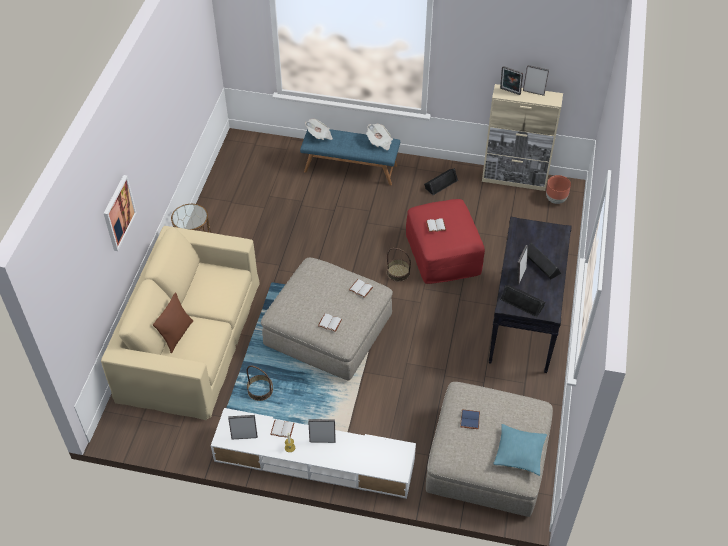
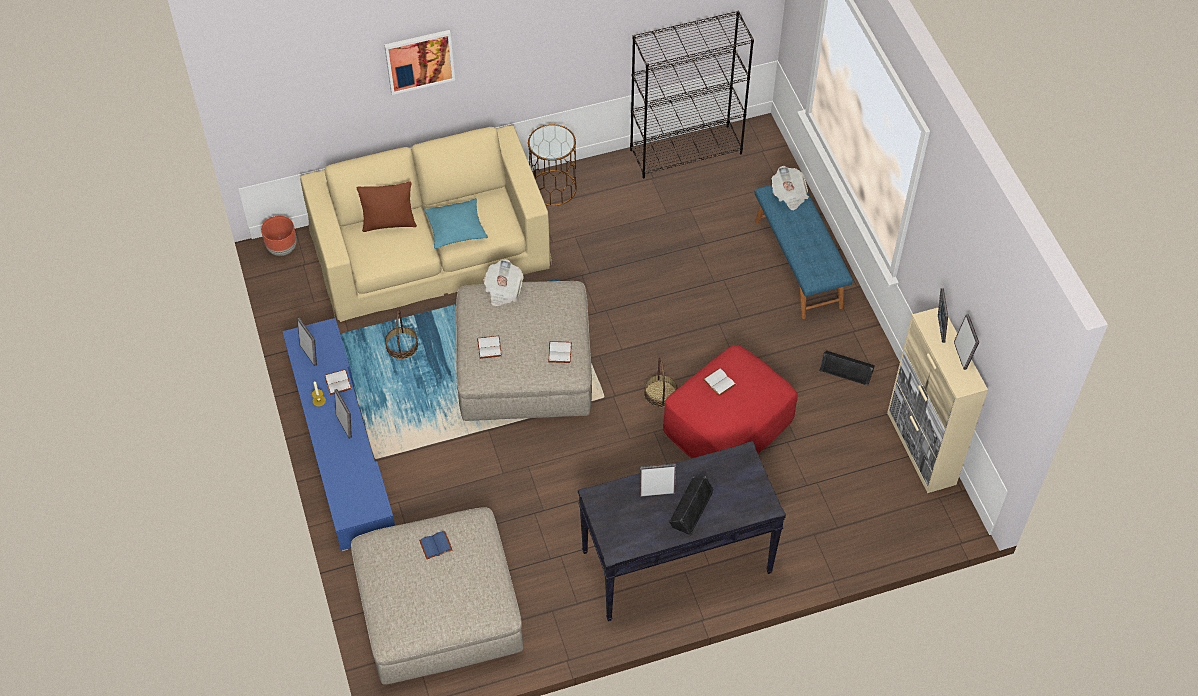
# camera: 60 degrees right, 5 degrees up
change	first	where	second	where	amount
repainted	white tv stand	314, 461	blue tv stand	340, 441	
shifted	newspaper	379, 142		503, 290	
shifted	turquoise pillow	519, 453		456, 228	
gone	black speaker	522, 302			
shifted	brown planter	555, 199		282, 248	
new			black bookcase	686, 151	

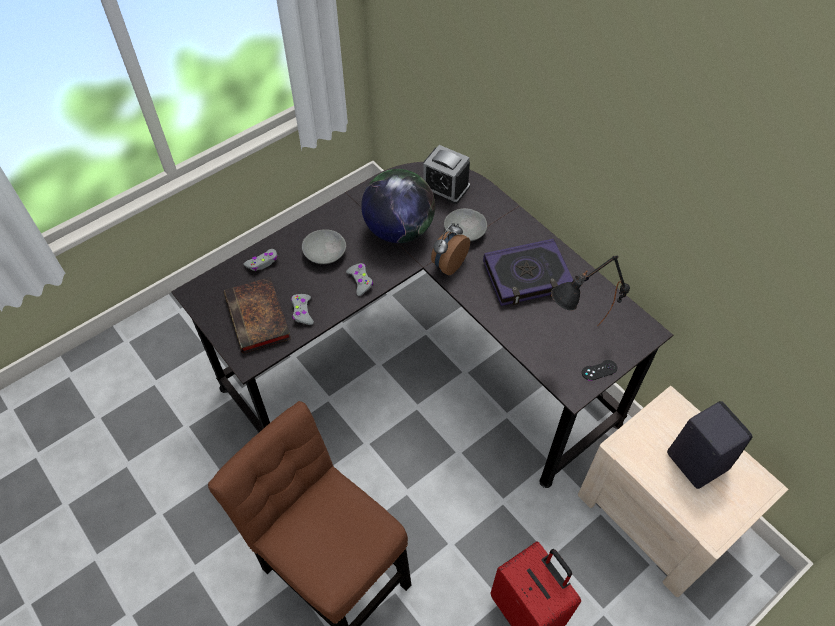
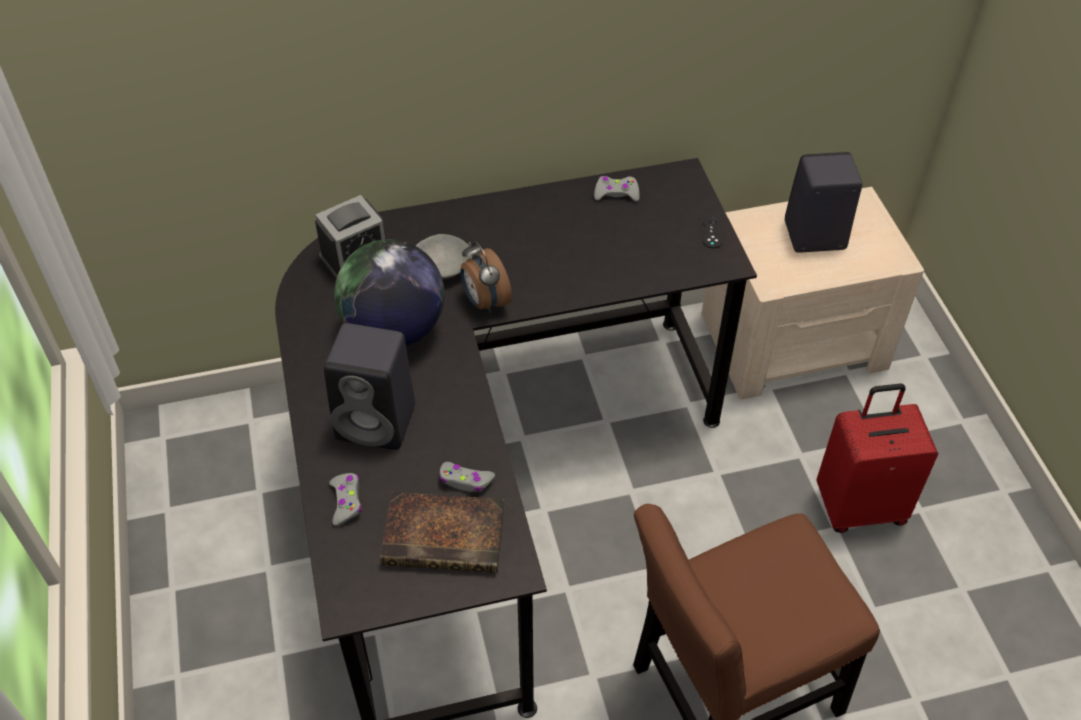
# camera: 65 degrees left, 5 degrees down
change	first	where	second	where	amount
swapped	grey bowl	325, 253	black speaker	379, 421	
shifted	grey game controller	360, 281		616, 193	
gone	book	527, 276			
gone	black table lamp	576, 342			

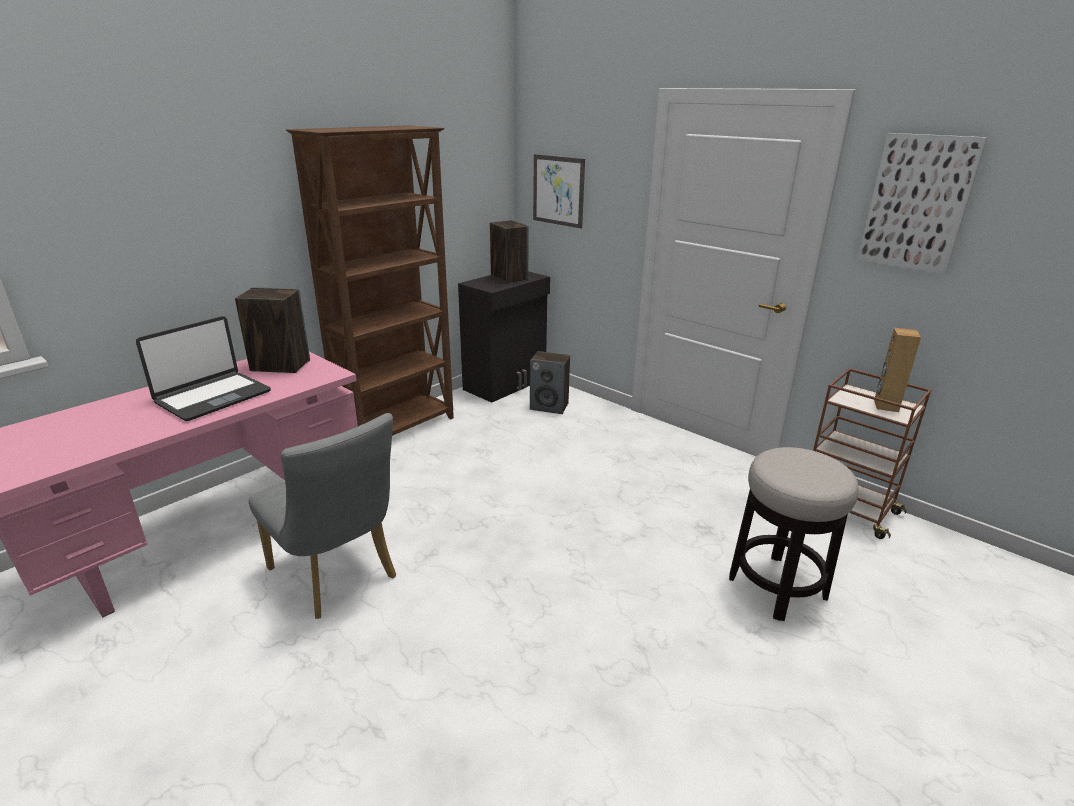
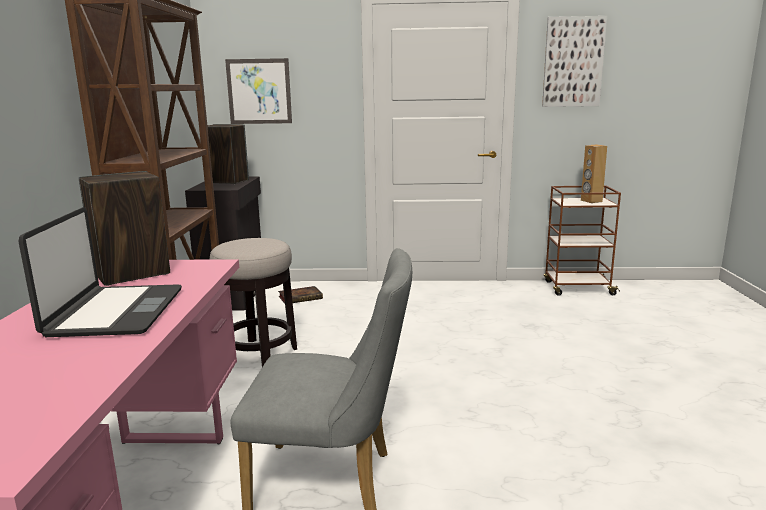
# camera: 40 degrees left, 10 degrees down
change	first	where	second	where	amount
swapped	speaker	549, 406	book	301, 297	
shifted	stool	777, 587		259, 355	

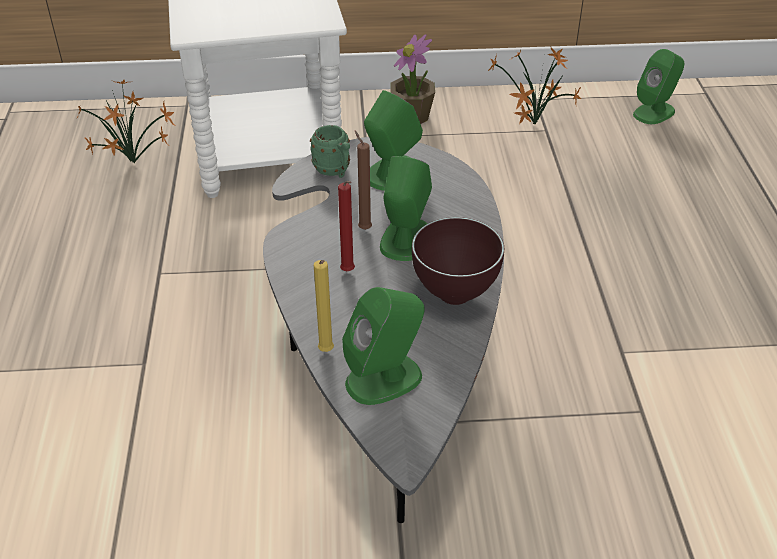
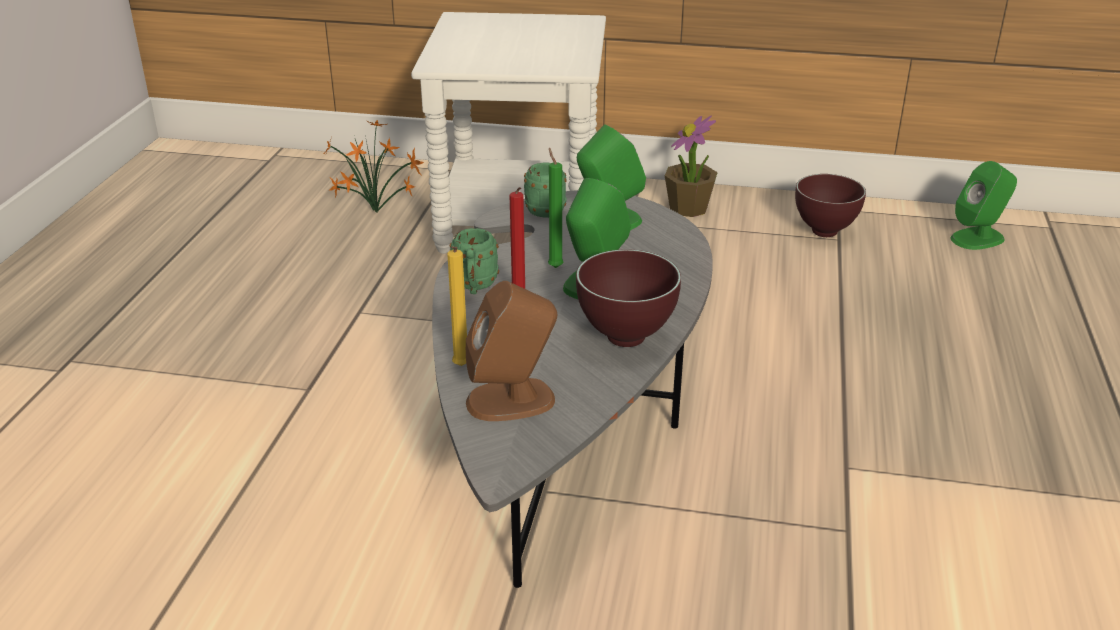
# camera: 15 degrees right, 10 degrees down
change	first	where	second	where	amount
repainted	green speaker	385, 379	brown speaker	512, 400	
repainted	brown candle	363, 228	green candle	554, 266	
swapped	potted plant	532, 125	brown bowl	824, 233	
new			green mug	474, 286	

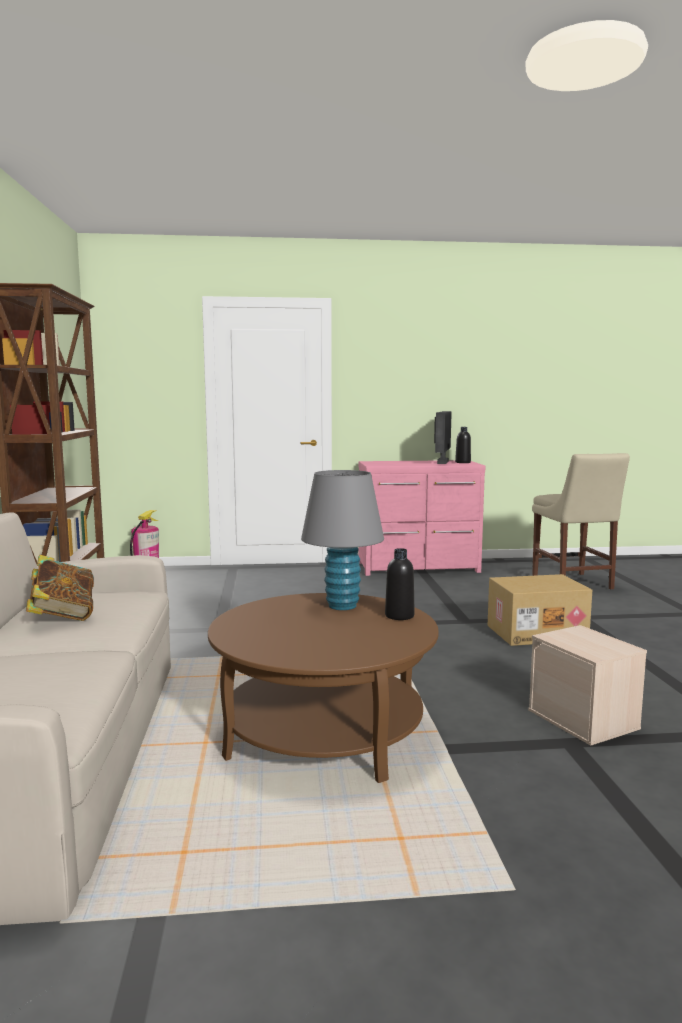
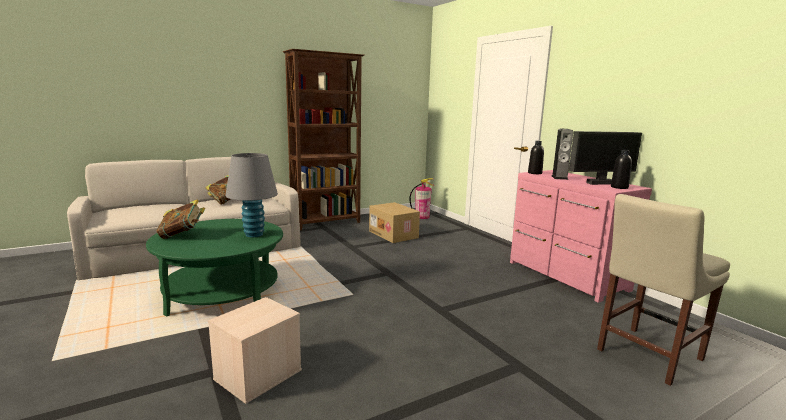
# camera: 65 degrees right, 5 degrees up
change	first	where	second	where	amount
repainted	brown coffee table	323, 731	green coffee table	222, 293	
shifted	black bottle	399, 616		534, 173	
shifted	cardboard box	536, 632		394, 234	
new			book	182, 235	
new			speaker	559, 177	

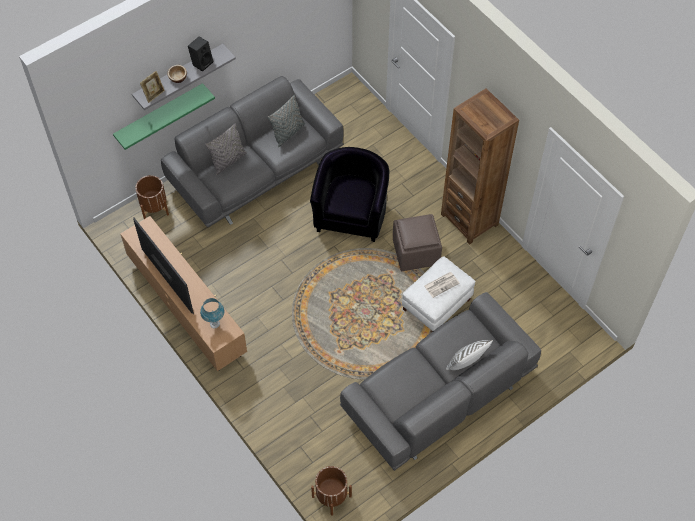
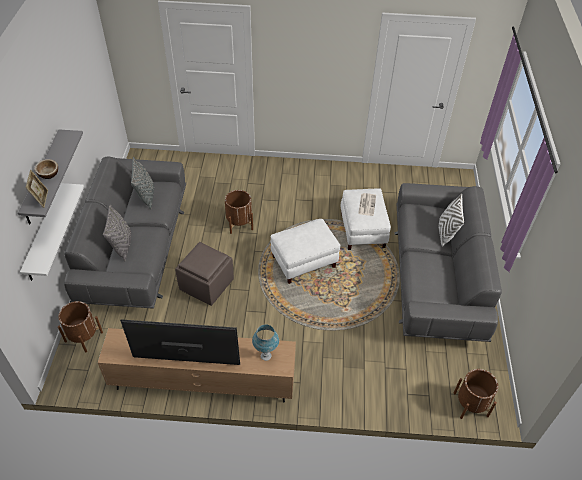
# camera: 50 degrees left, 10 degrees down
change	first	where	second	where	amount
repainted	green shelf	159, 115	white shelf	44, 233	
gone	black speaker	202, 62			
swapped	black armchair	351, 213	brown planter	239, 223	
shifted	brown ottoman	416, 252		206, 284	
gone	brown bookcase	469, 219			
new			white ottoman	303, 262	

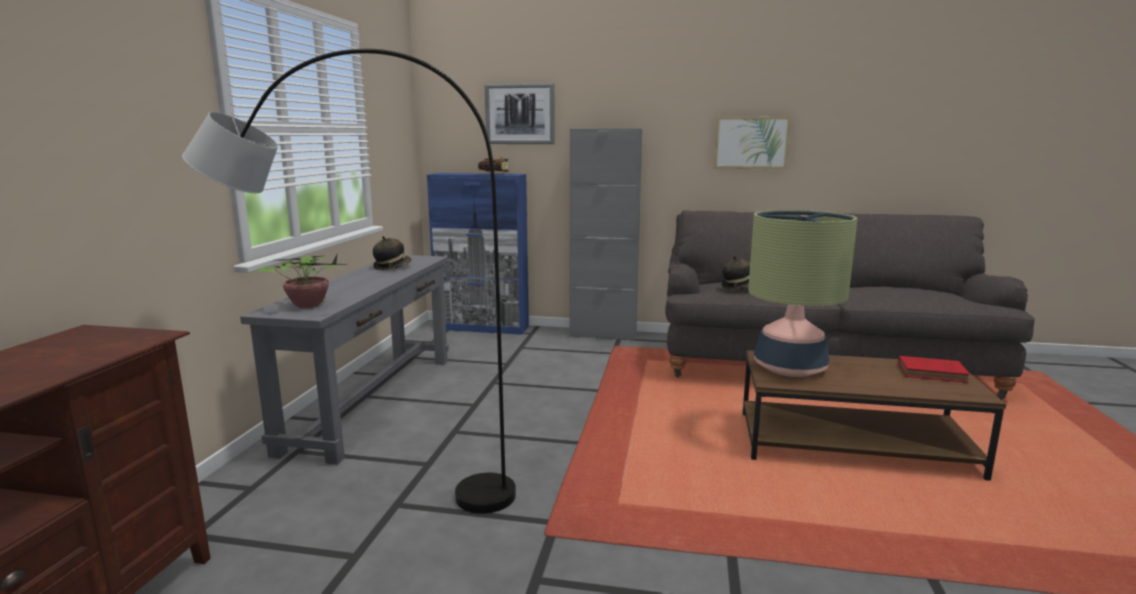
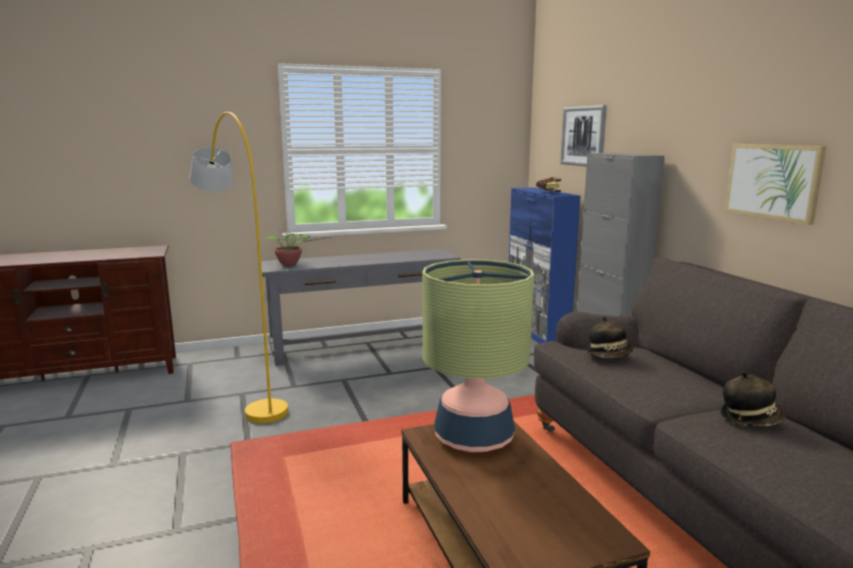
# camera: 60 degrees right, 0 degrees up
change	first	where	second	where	amount
repainted	grey floor lamp	371, 499	yellow floor lamp	244, 385	
shifted	hat	392, 267		750, 418	
gone	red book	933, 373			

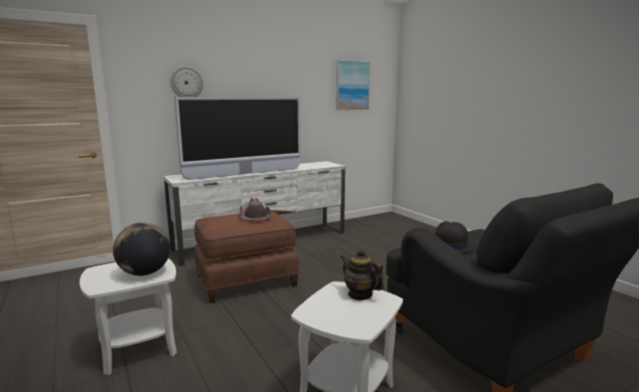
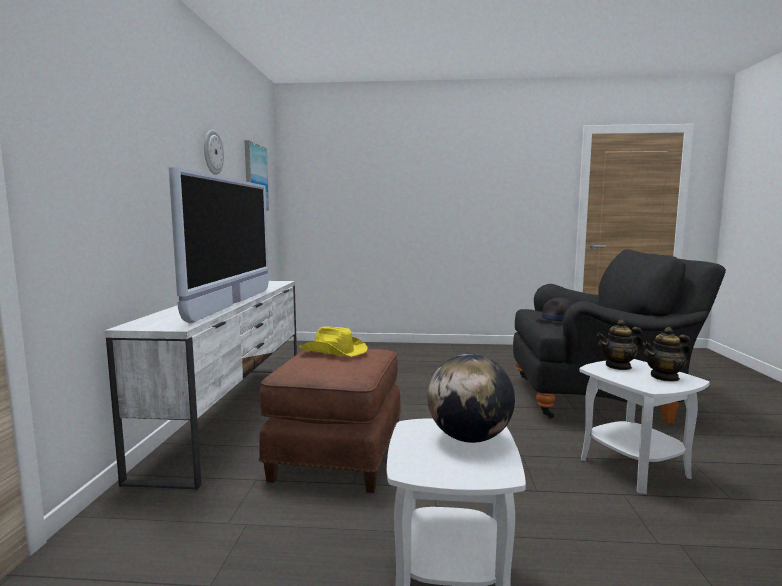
# camera: 55 degrees left, 5 degrees down
change	first	where	second	where	amount
shifted	wall clock	186, 82		212, 152	
repainted	brown hat	254, 215	yellow hat	333, 351	
new			teapot	665, 377	

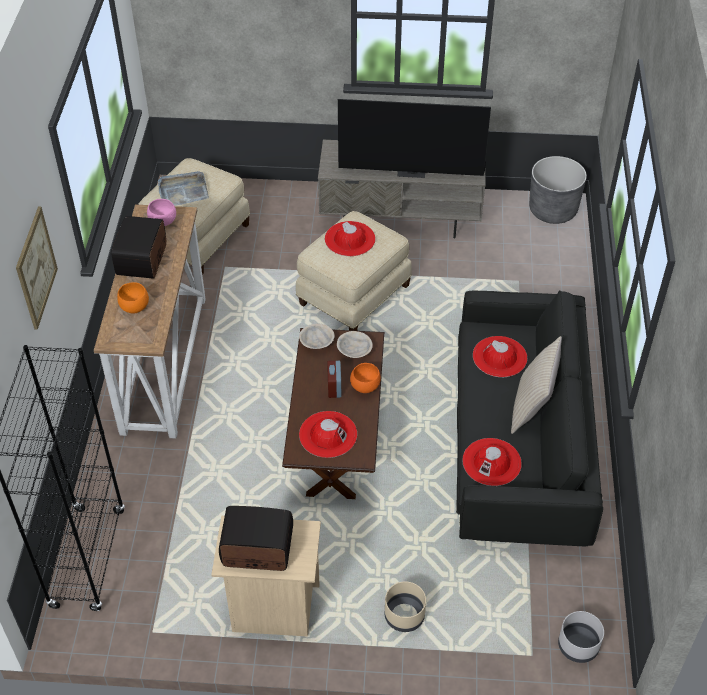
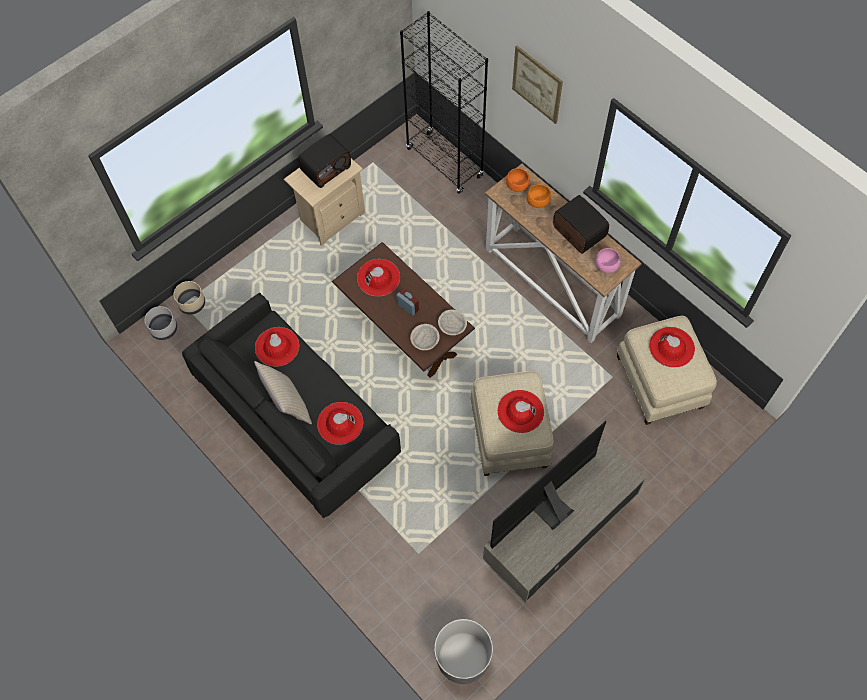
# camera: 135 degrees right, 15 degrees up
change	first	where	second	where	amount
swapped	grey tray	182, 191	red hat	671, 347	
shifted	orange bowl	364, 386		517, 186	
shifted	beige planter	404, 616		192, 303	

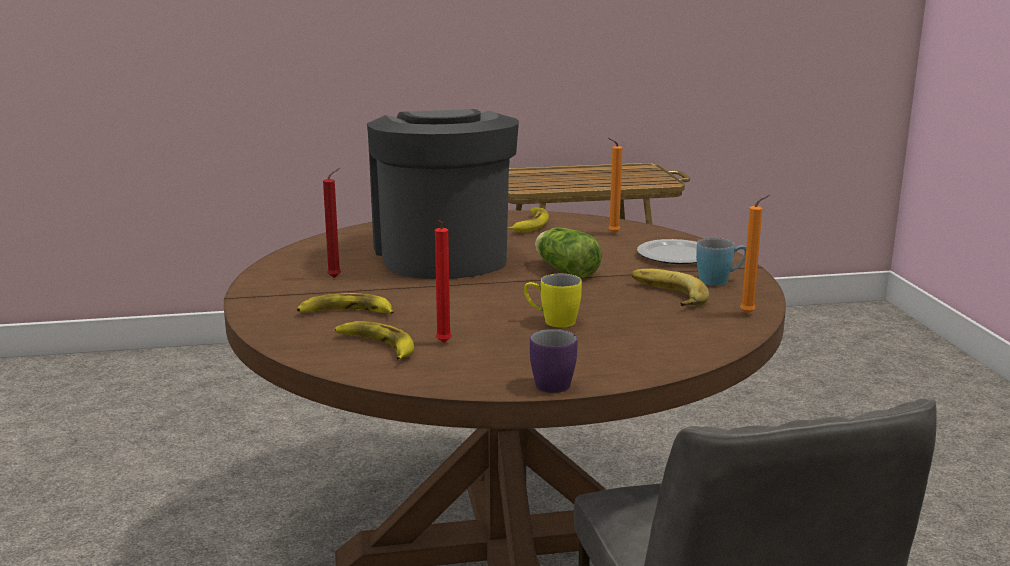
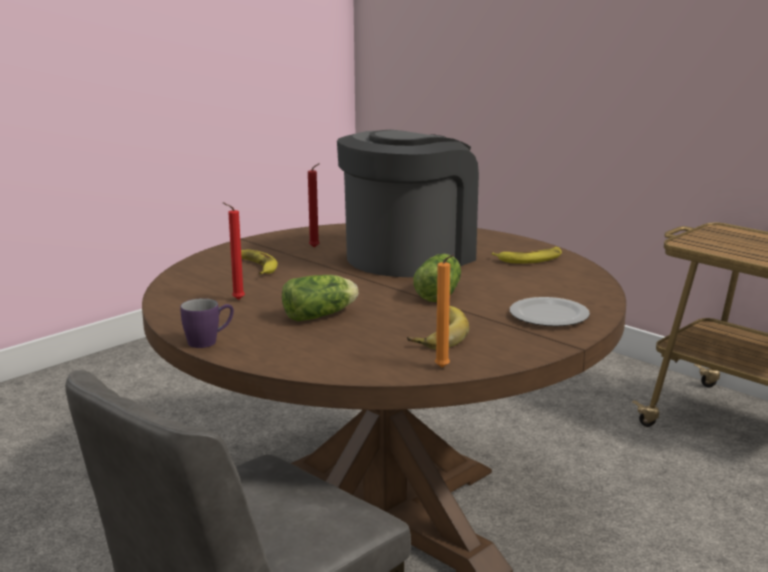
# camera: 55 degrees right, 0 degrees up
change	first	where	second	where	amount
gone	banana	377, 346			
swapped	yellow mug	552, 321	lettuce	322, 315	
gone	orange candle	612, 233			
gone	blue mug	720, 281			

